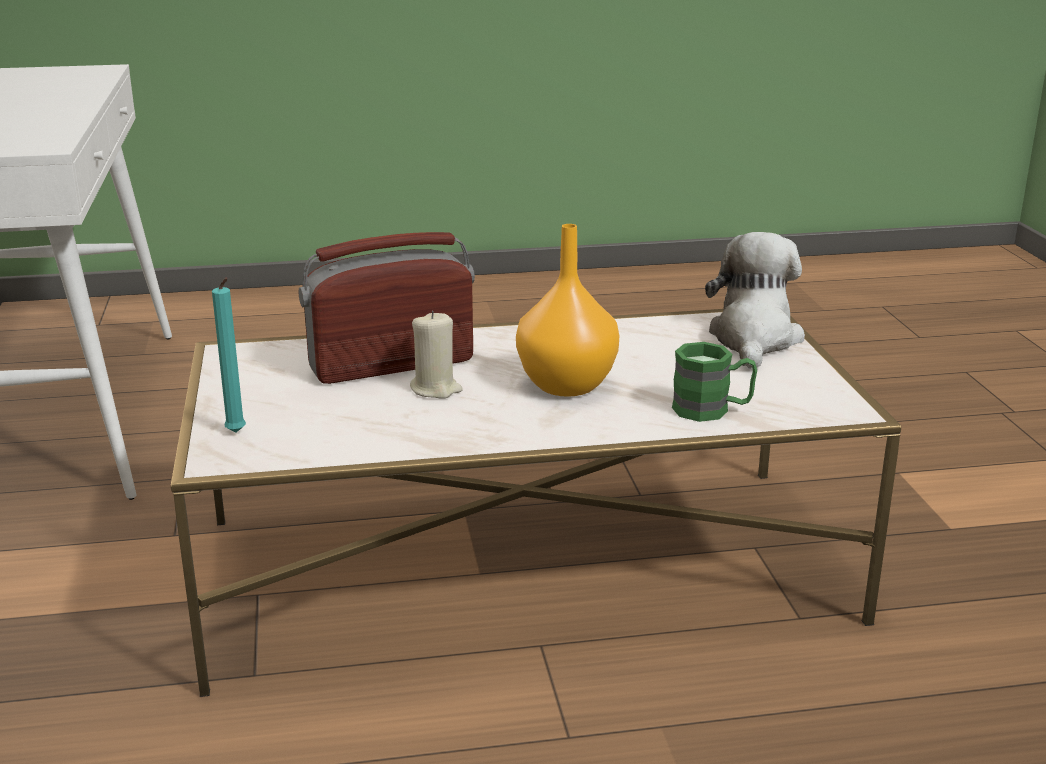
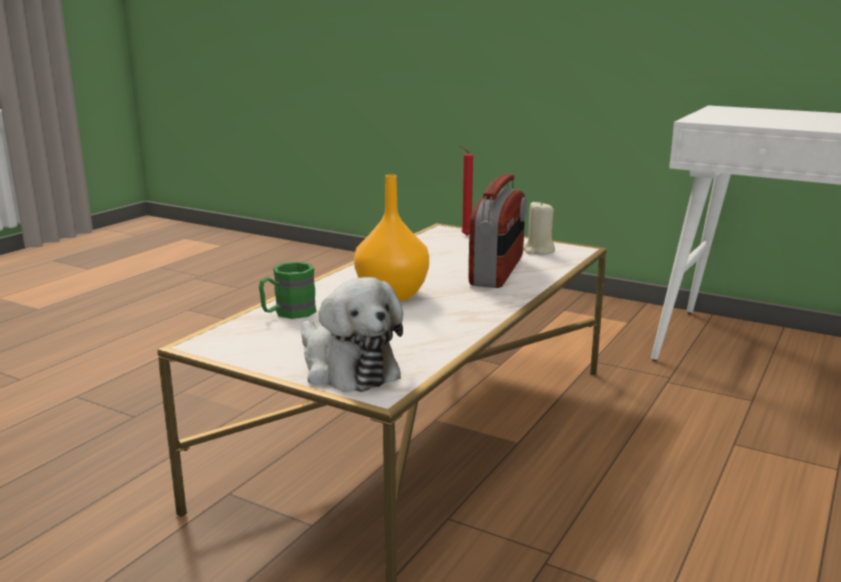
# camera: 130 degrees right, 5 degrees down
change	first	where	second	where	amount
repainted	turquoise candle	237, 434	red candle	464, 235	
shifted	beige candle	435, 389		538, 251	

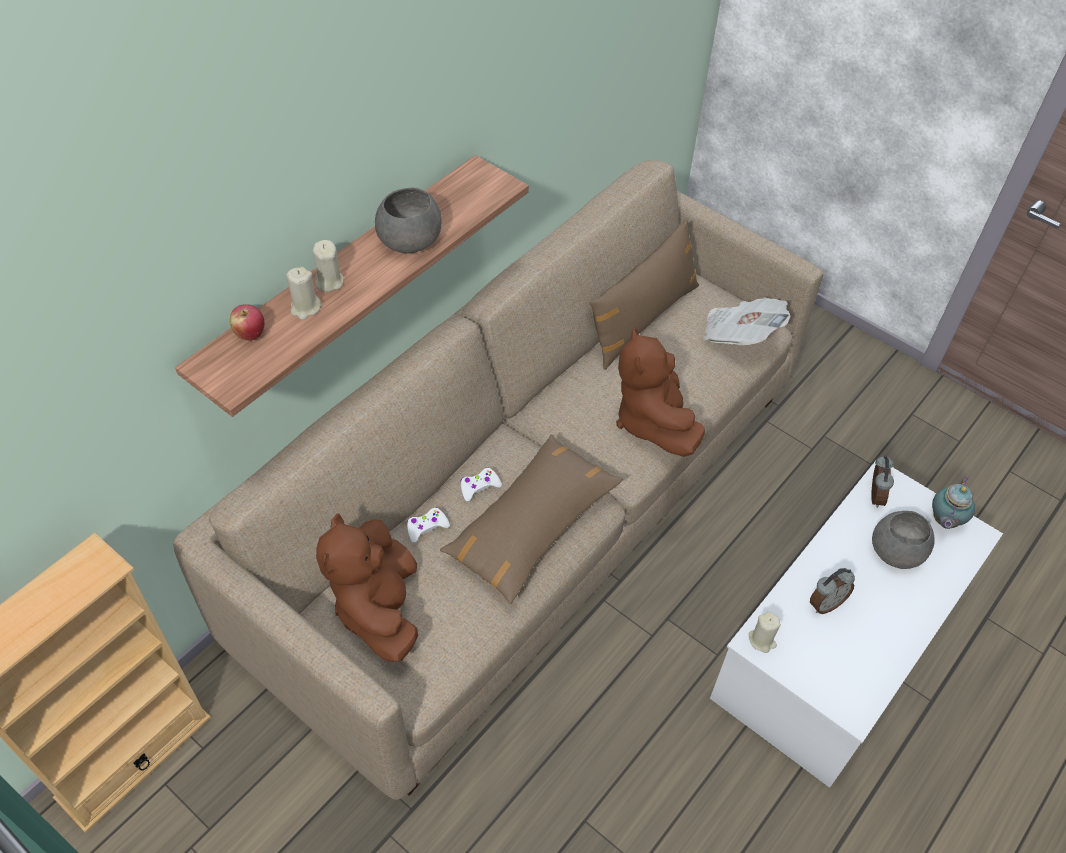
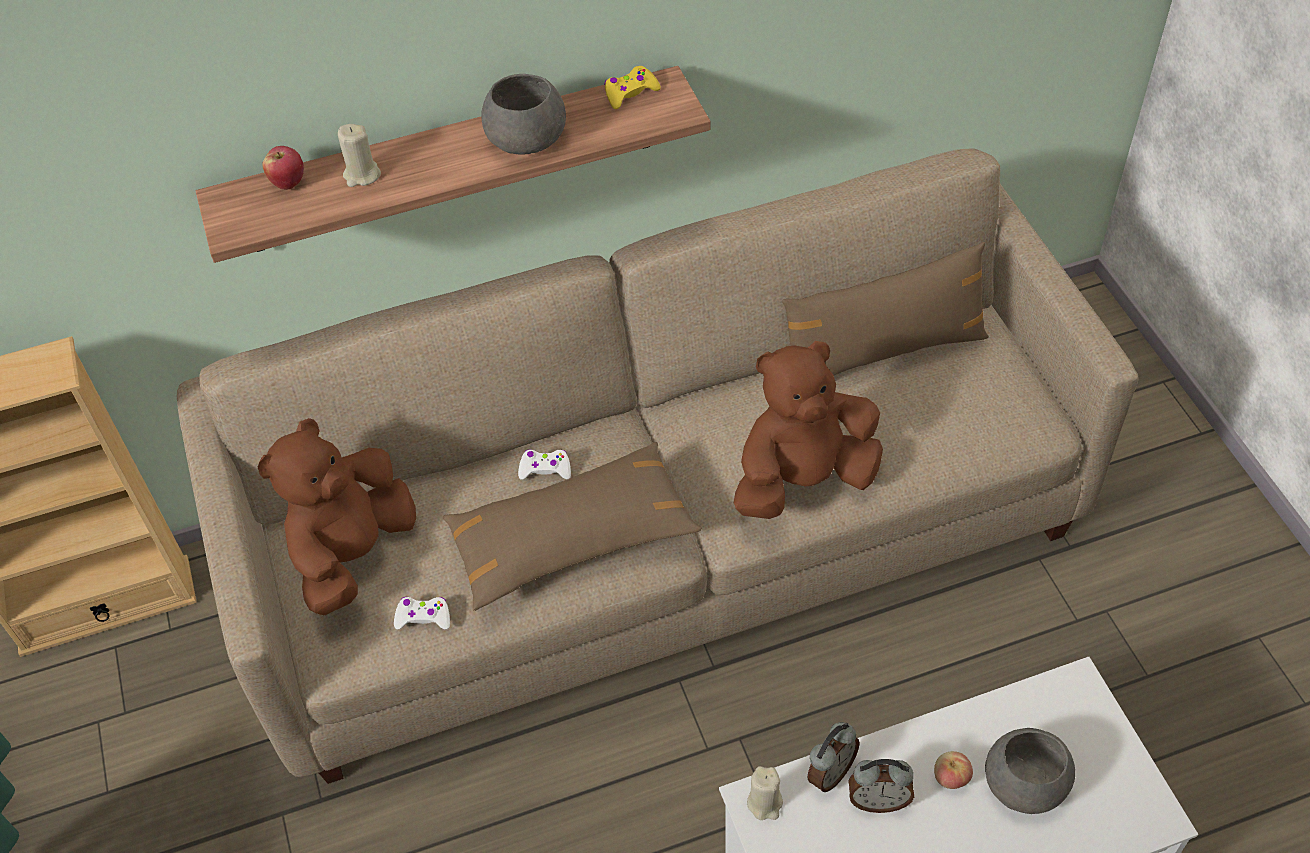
# camera: 35 degrees right, 0 degrees up
change	first	where	second	where	amount
gone	beige candle	329, 281			
shifted	white game controller	426, 527		423, 617	
rotated	brown plush toy	652, 421		803, 479	45 degrees clockwise
gone	newspaper	739, 335			
shifted	alarm clock	873, 496		830, 772	
gone	teapot	944, 521			
new			yellow game controller	630, 93	
new			apple	950, 777	

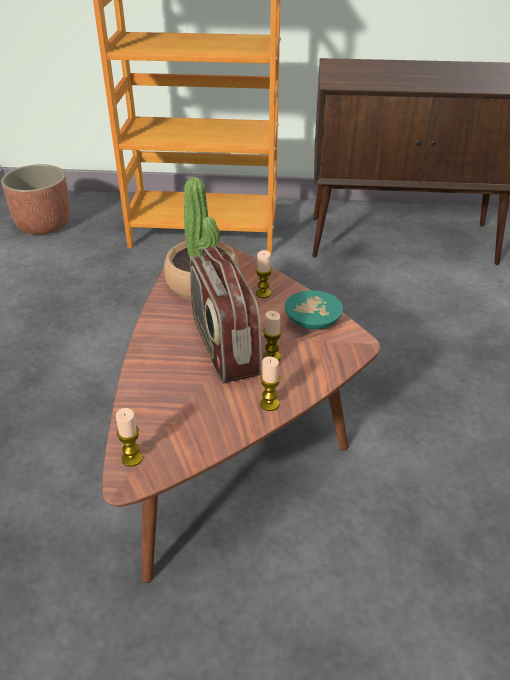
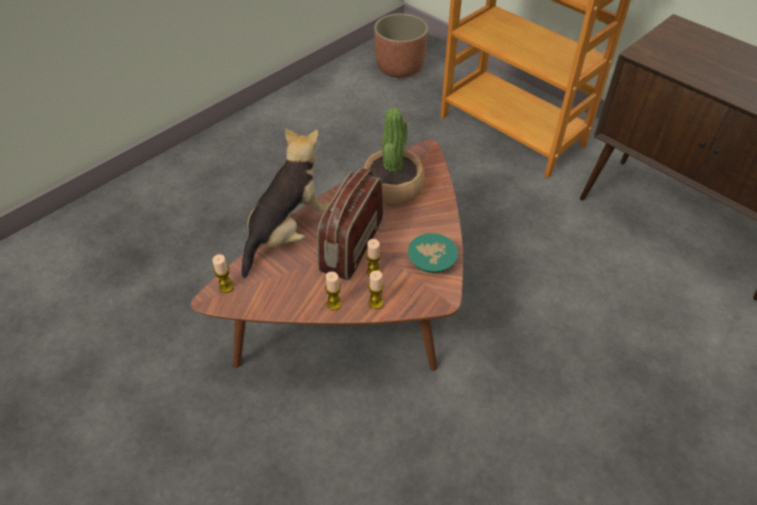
# camera: 40 degrees right, 10 degrees up
change	first	where	second	where	amount
shifted	candle	263, 293		376, 303	
new			plush toy	287, 232	

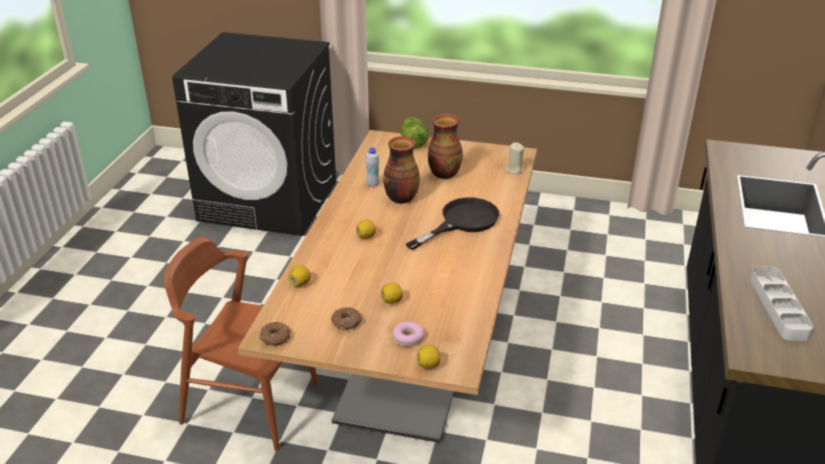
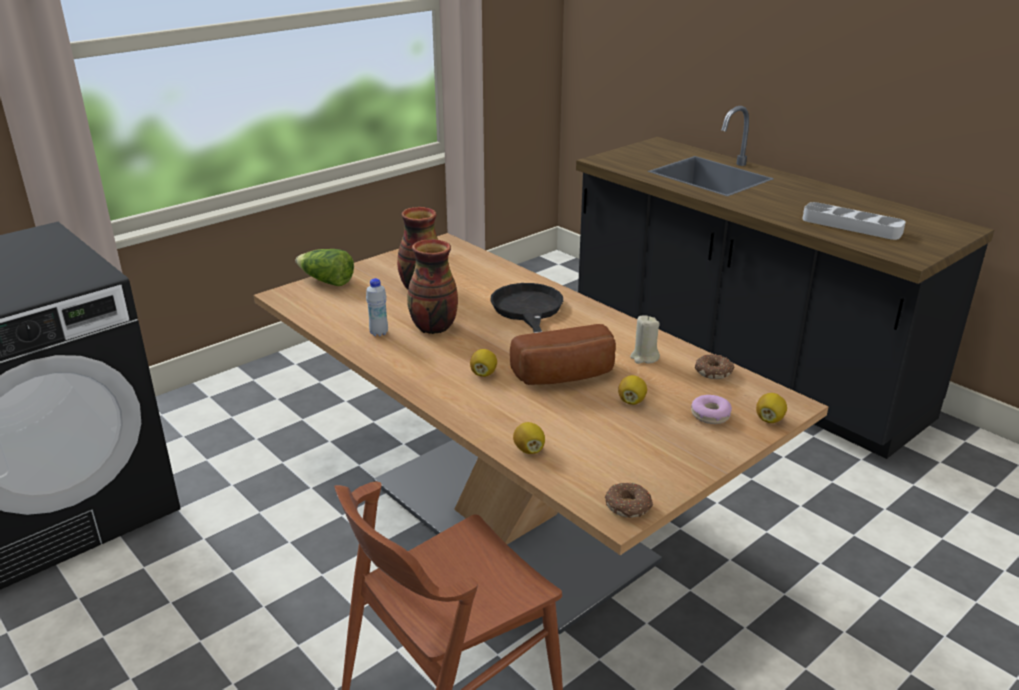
# camera: 55 degrees left, 5 degrees down
change	first	where	second	where	amount
shifted	donut	347, 322		714, 372	
shifted	beige candle	514, 170		644, 357	
new			bread	566, 377	

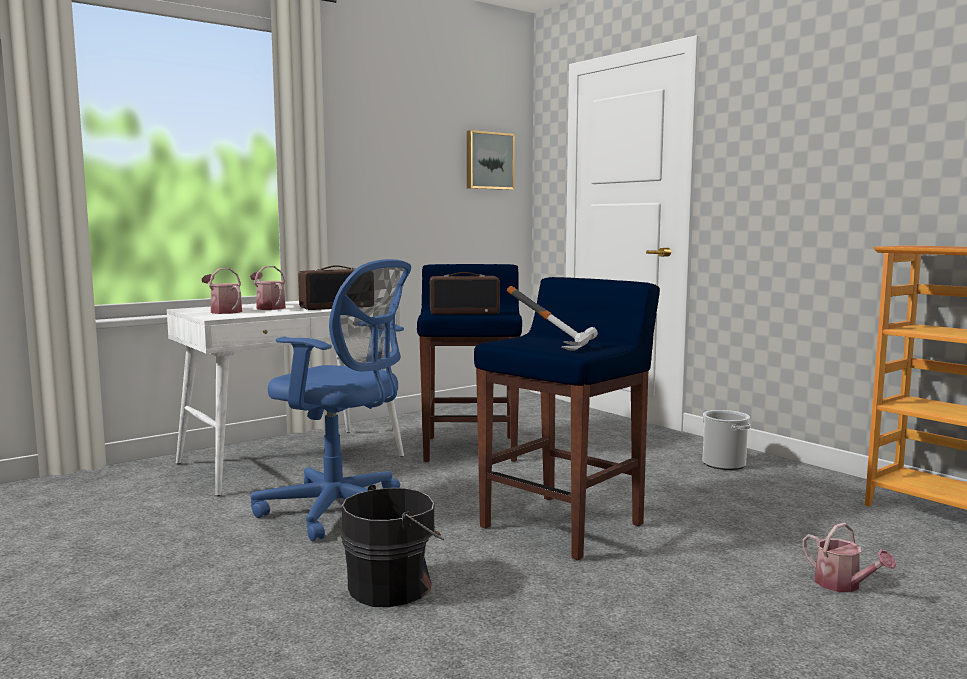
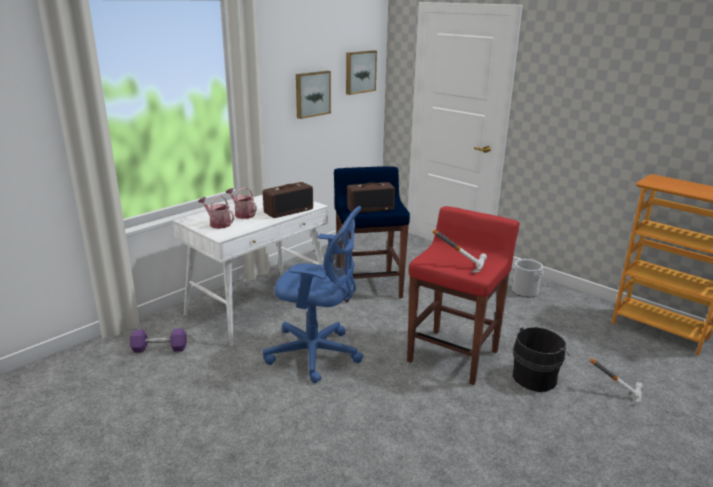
# camera: 10 degrees left, 15 degrees up
change	first	where	second	where	amount
shifted	black bucket	394, 586		536, 377	
repainted	blue stool	564, 525	red stool	454, 355	
swapped	watering can	843, 585	hammer	615, 391	
new			purple dumbbell	159, 348	
new			picture	312, 94	

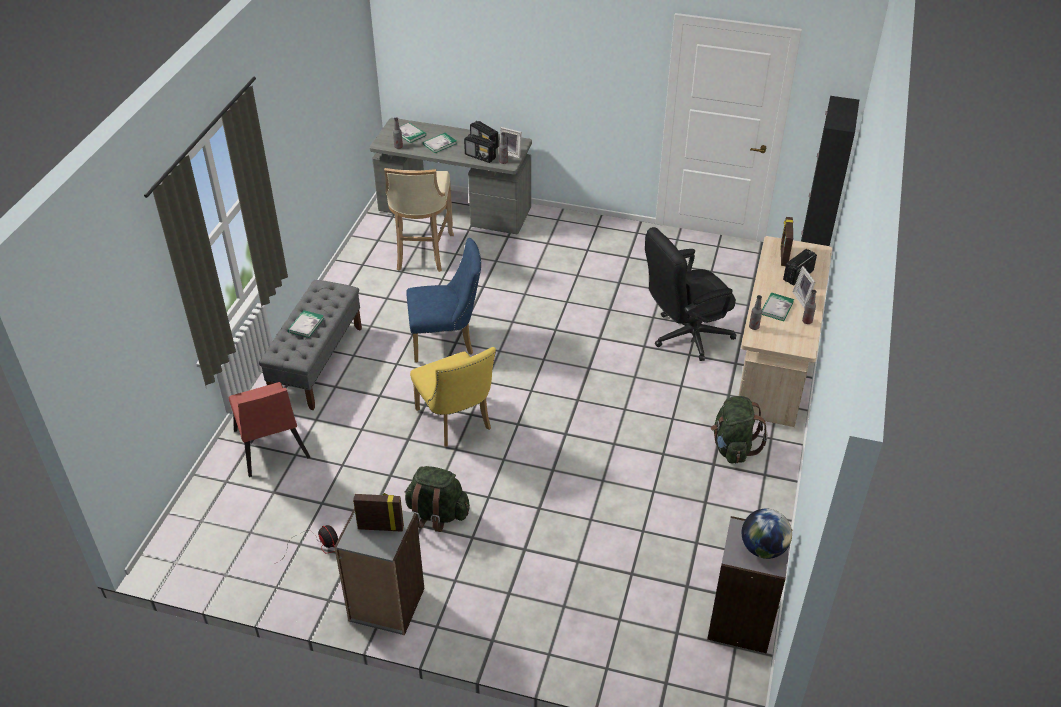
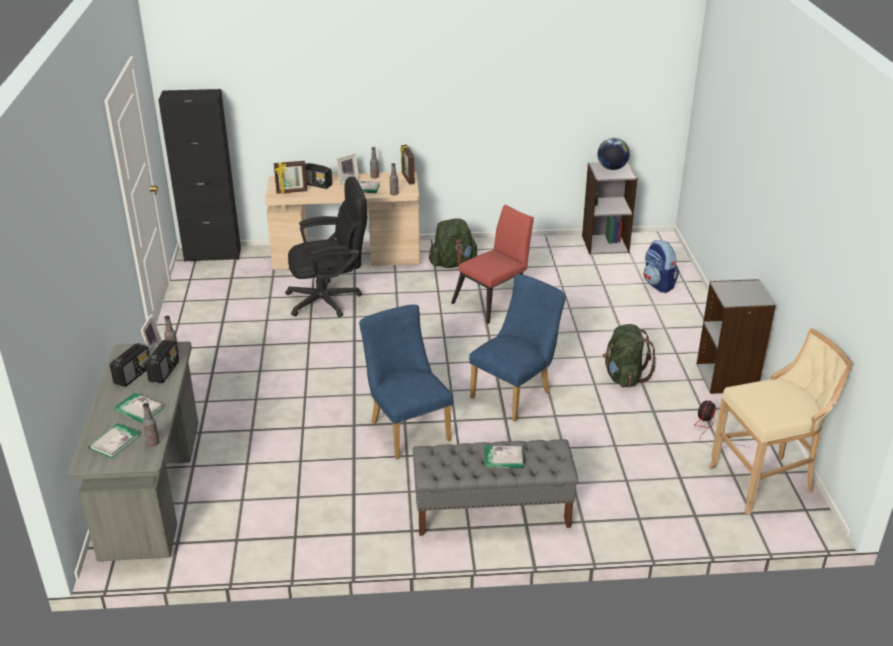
# camera: 110 degrees left, 10 degrees down
change	first	where	second	where	amount
shifted	red chair	271, 448		494, 301	
shifted	picture frame	381, 527		407, 178	
shifted	beige stool	422, 253		765, 481	
repainted	yellow chair	456, 423	blue chair	515, 393	
rotated	black office chair	684, 336		331, 299	60 degrees counterclockwise
new			backpack	658, 285	

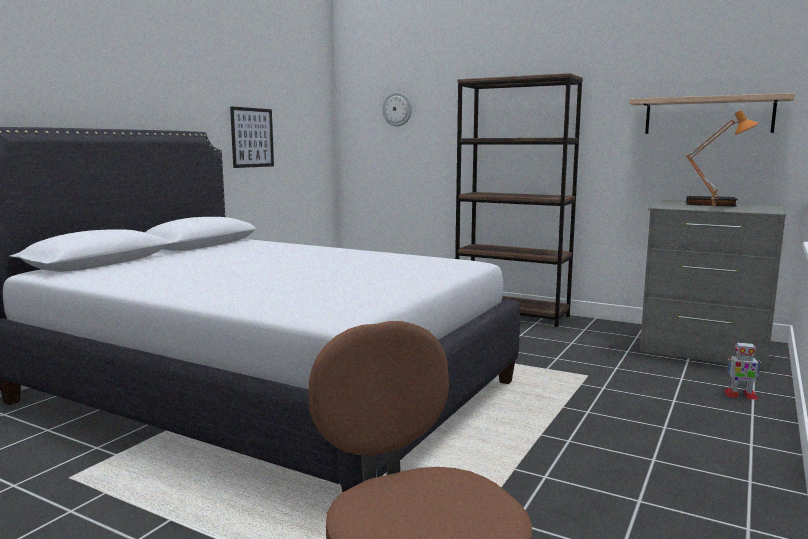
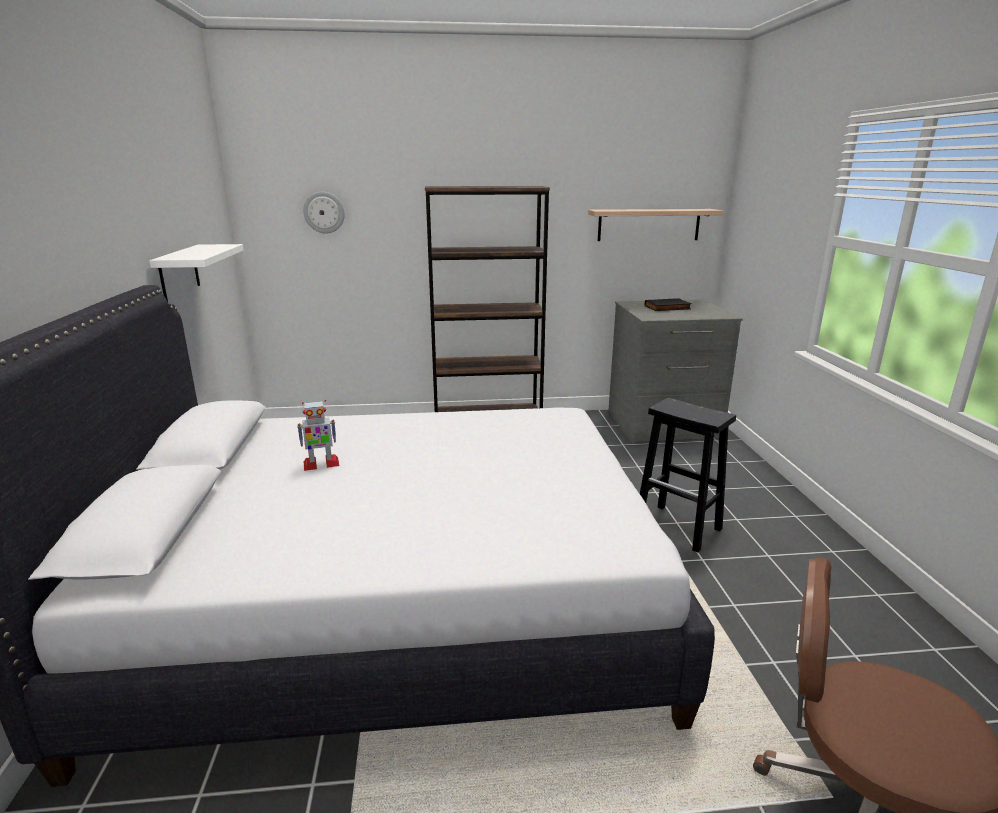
# camera: 35 degrees left, 10 degrees up
change	first	where	second	where	amount
swapped	picture	252, 137	white shelf	179, 272	
gone	orange table lamp	715, 208			
shifted	toy robot	740, 395		320, 464	
new			black stool	679, 528	

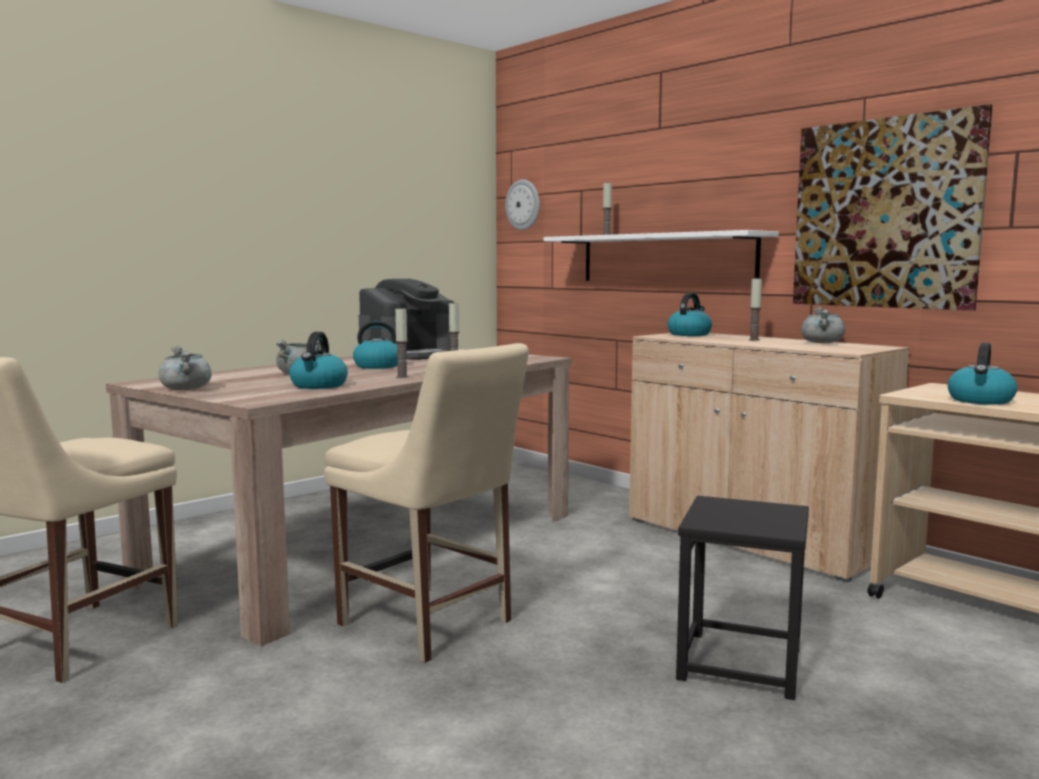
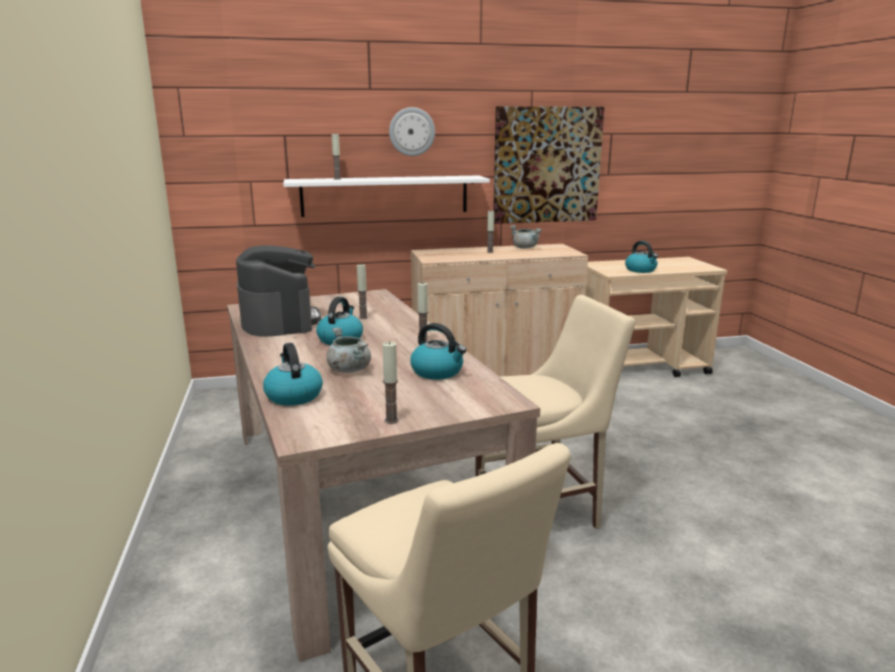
# camera: 60 degrees left, 10 degrees up
change	first	where	second	where	amount
swapped	grey cooking pot	186, 389	candle	391, 420	
shifted	wall clock	523, 205		412, 131	
shifted	kettle	689, 334		293, 395	
gone	black stool	741, 664			

